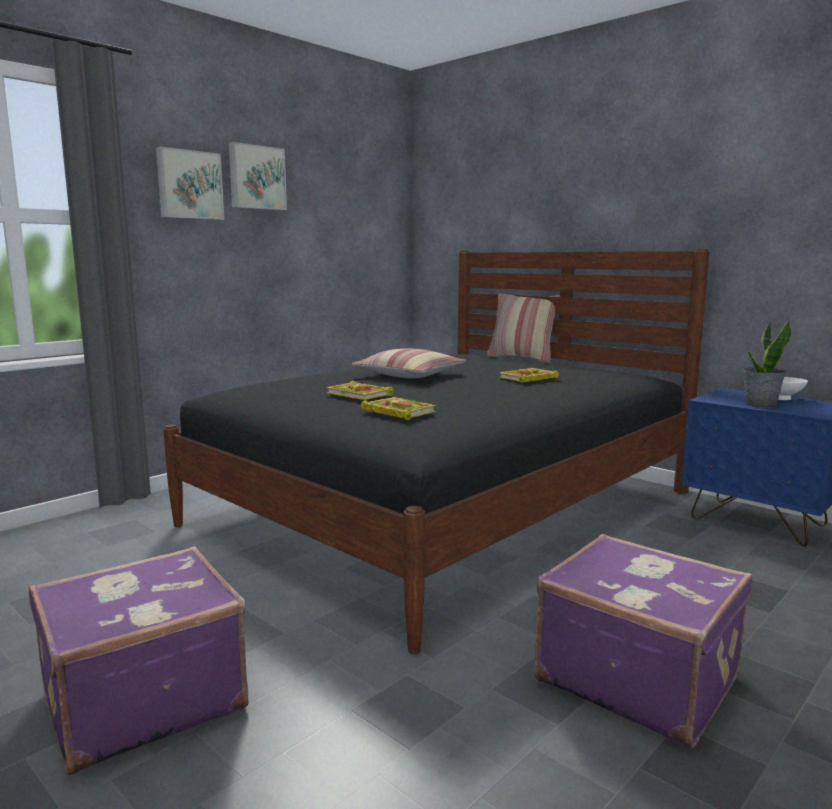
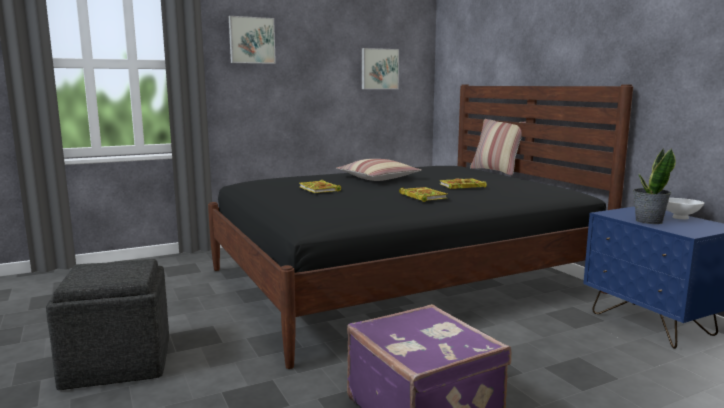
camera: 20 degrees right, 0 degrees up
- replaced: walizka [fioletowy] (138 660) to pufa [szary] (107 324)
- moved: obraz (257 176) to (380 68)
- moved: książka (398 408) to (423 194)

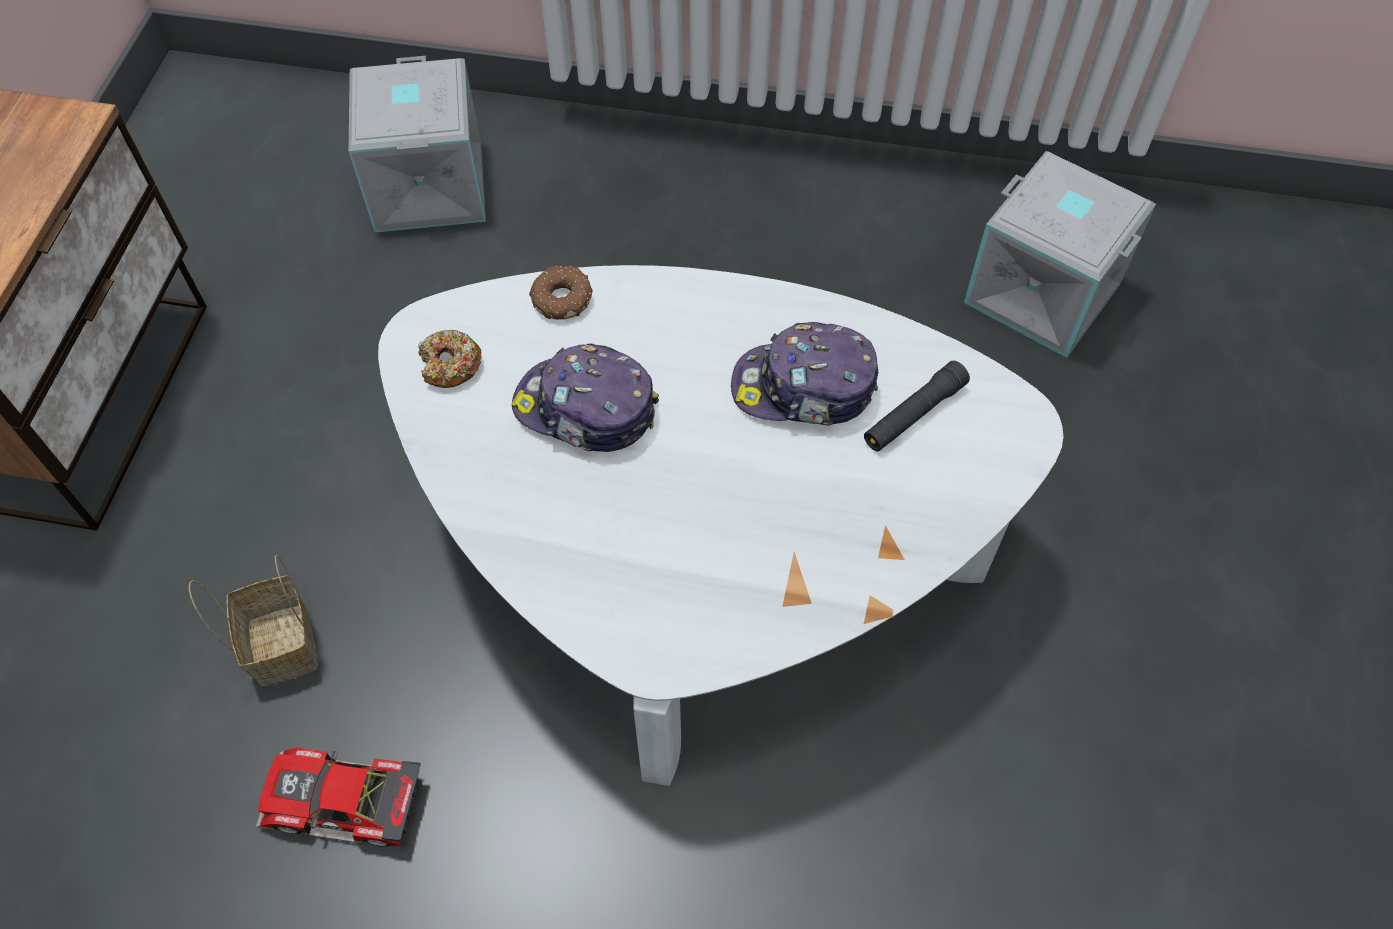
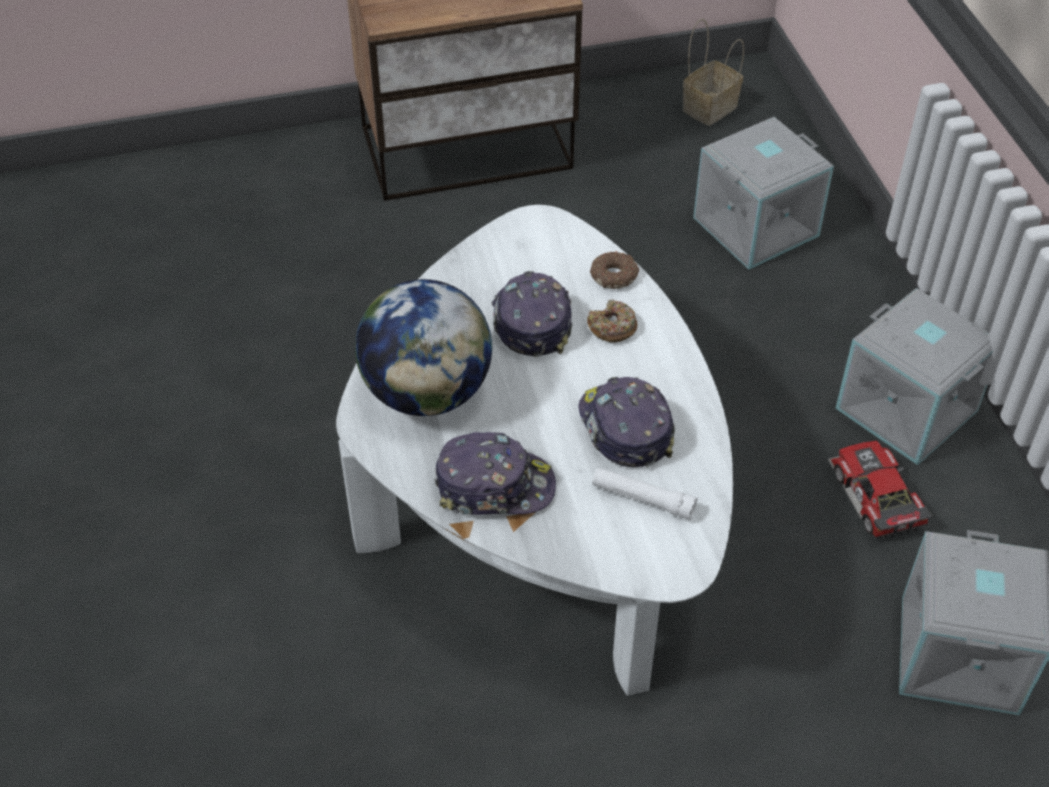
camera: 65 degrees right, 10 degrees down
- moved: koszyk (253 620) to (713 72)
- moved: samochodzik (338 797) to (880 490)
- moved: donut (449 359) to (612 321)
- recoloured: latarka [czarny] (917 405) to latarka [biały] (645 493)
- added: globus (423 347)
- added: czapka z daszkiem (495 473)
- added: pojemnik do przechowywania [szary] (914 376)

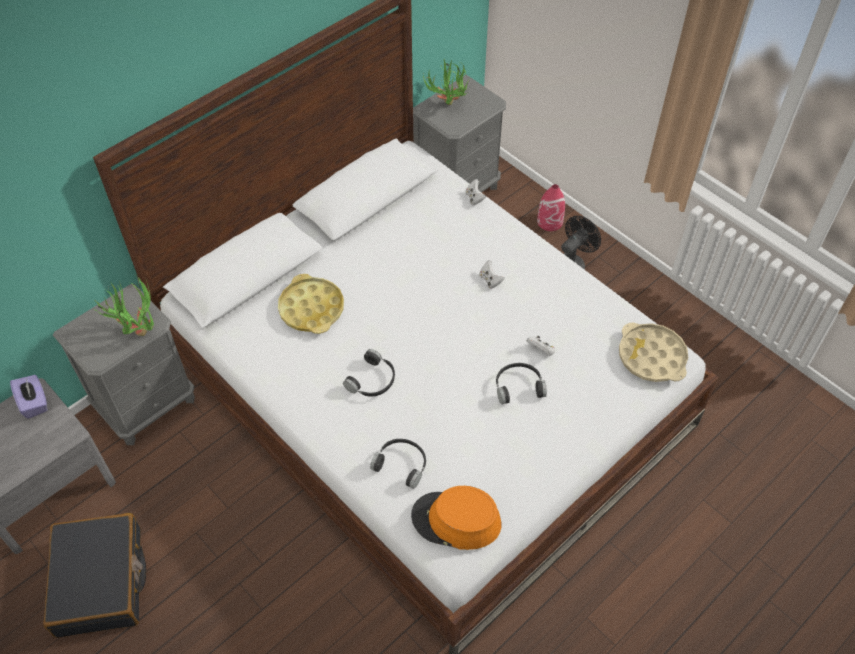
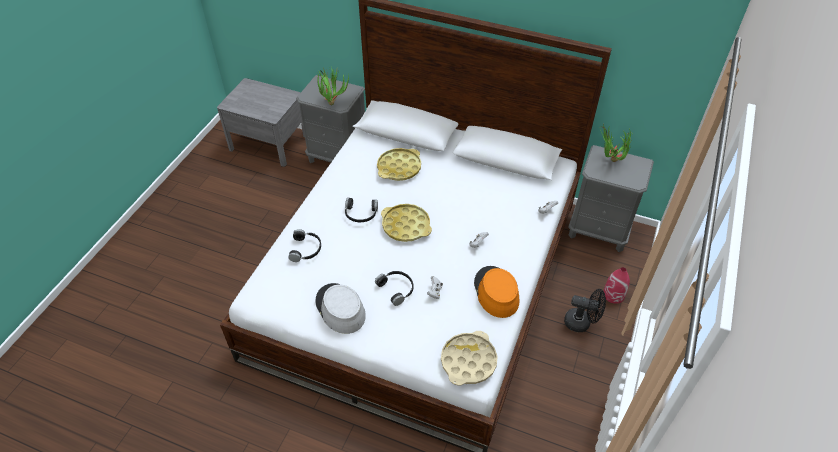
camera: 65 degrees right, 5 degrees down
- removed: pudełko chusteczek [fioletowy] (29 396)
- removed: walizka [czarny] (94 575)
- moved: kapelusz [pomarańczowy] (456 518) to (497 292)
- added: kapelusz [szary] (340 308)
- added: taca [żółty] (406 223)

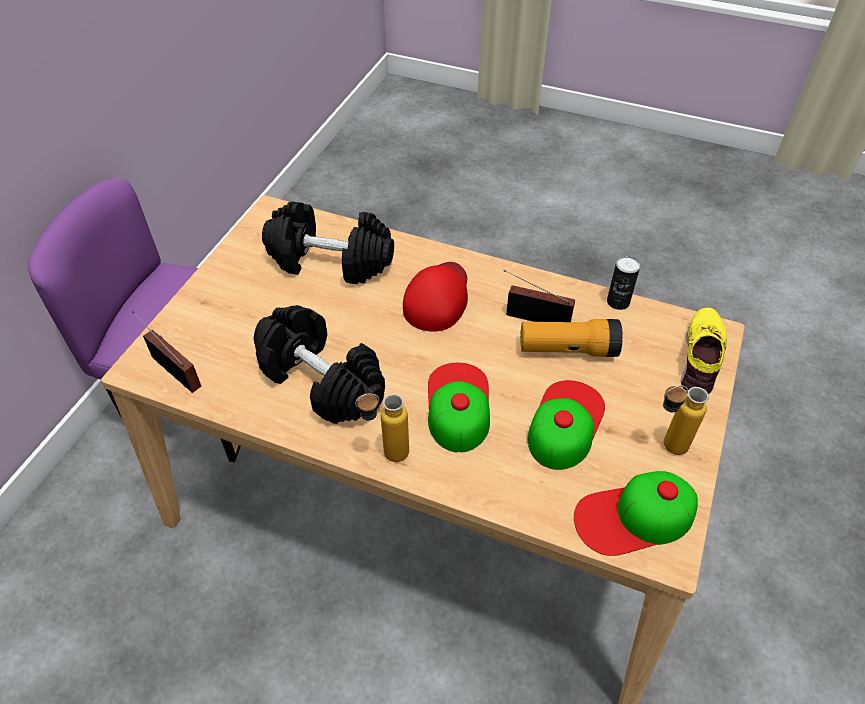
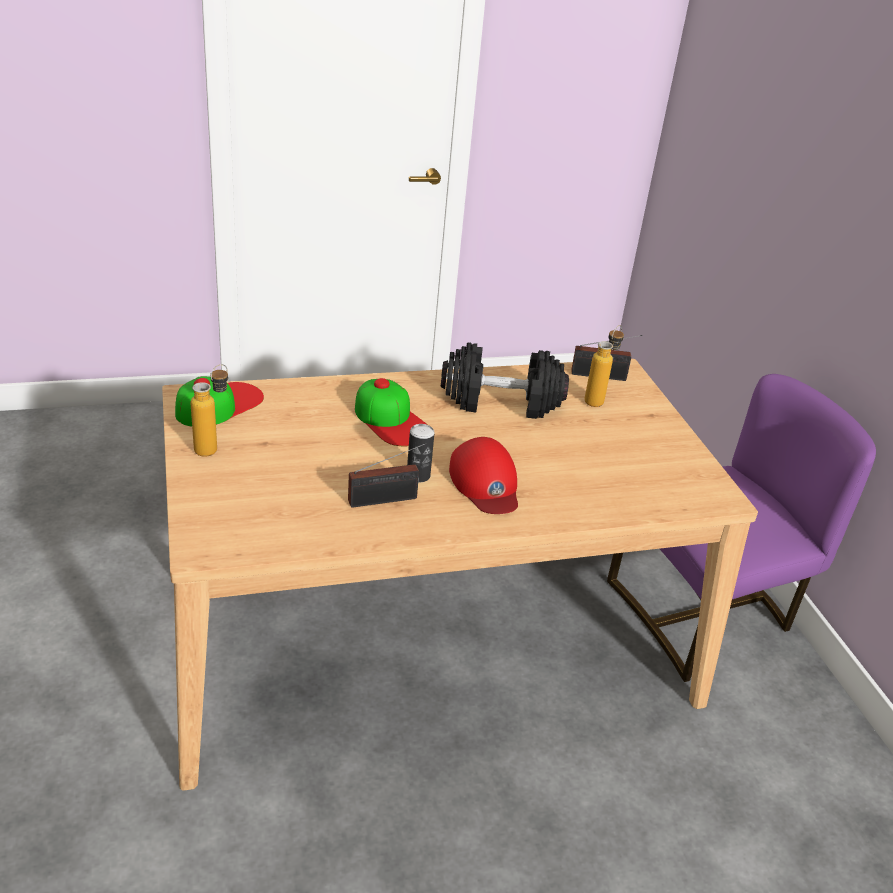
camera: 140 degrees right, 15 degrees down
- removed: hantel [czarny] (328 242)
- moved: butelka (382 428) to (604 366)
- removed: latarka (571 338)
- removed: czapka z daszkiem (566 425)
- moved: puszka (623 283) to (421 453)
- removed: but [żółty] (704 351)

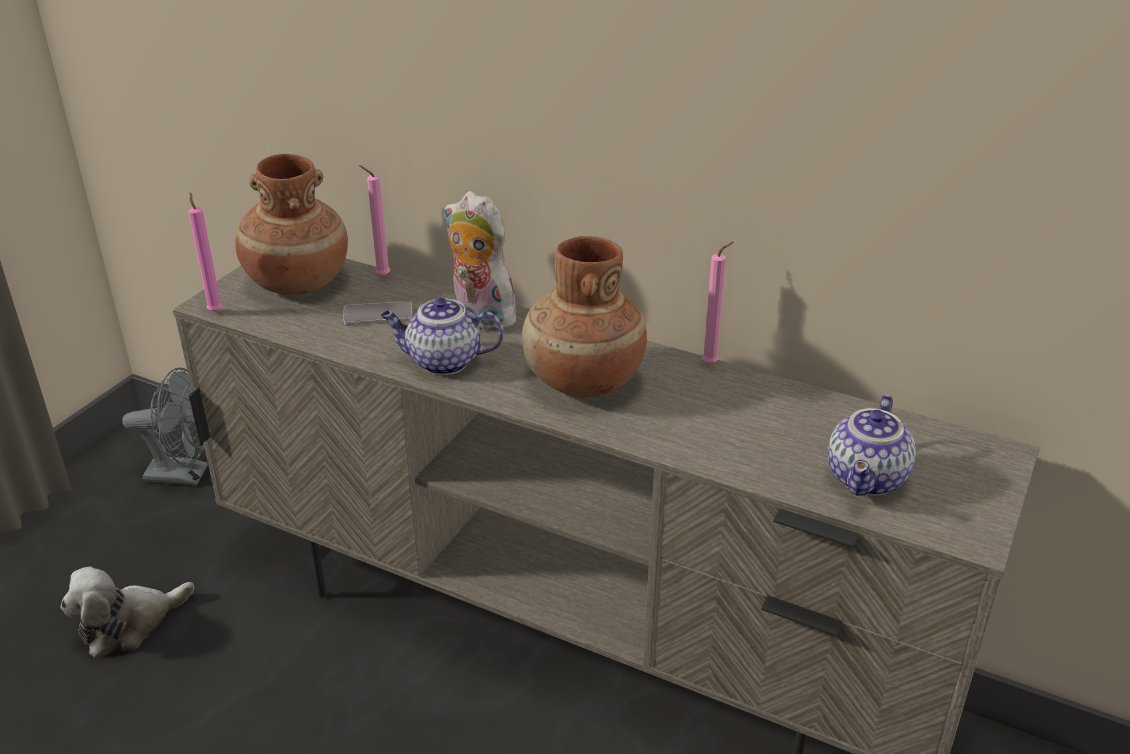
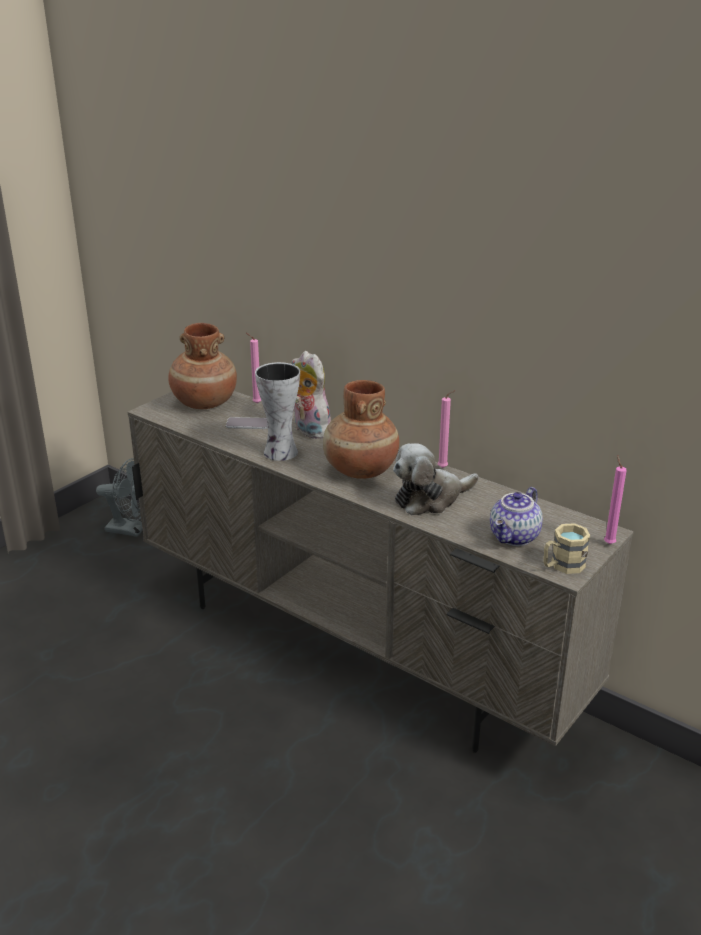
camera: 10 degrees right, 5 degrees down
- moved: pluszak (127 612) to (436 479)
- moved: świeca [różowy] (205 252) to (615 499)
- replaced: imbryk (442 336) to wazon (277 411)
- added: kubek [beżowy] (566 548)

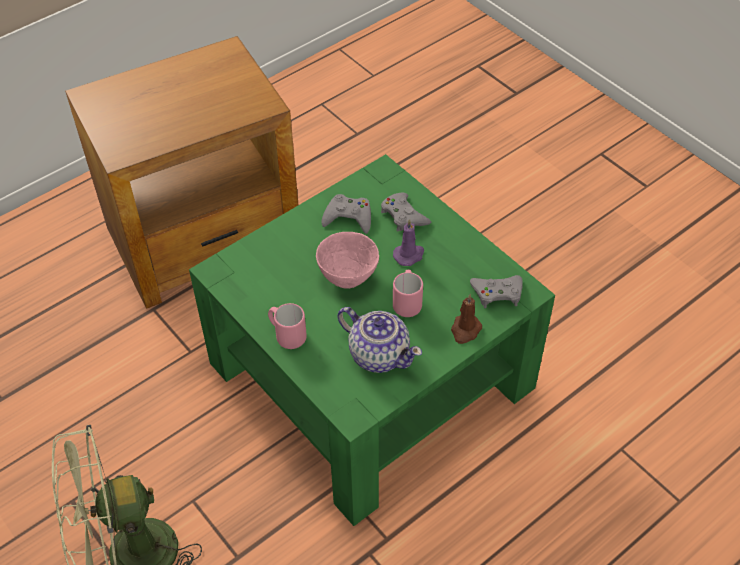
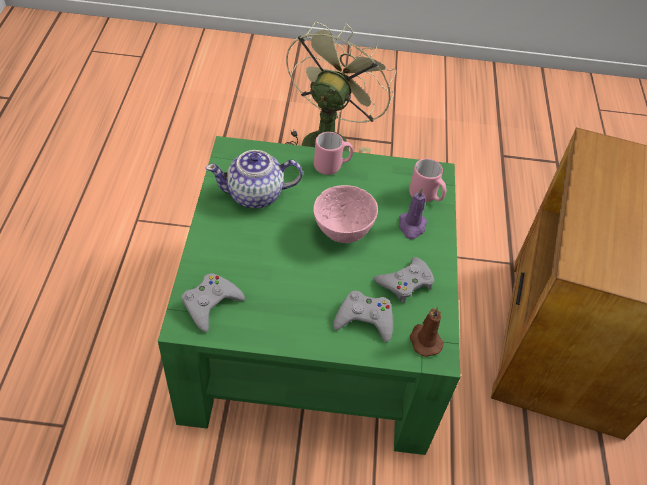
camera: 130 degrees right, 0 degrees up
- moved: świeca [fioletowy] (408 242) to (413 213)
- moved: kubek [różowy] (408 293) to (427 180)
- moved: świeca [brązowy] (466 319) to (427 332)

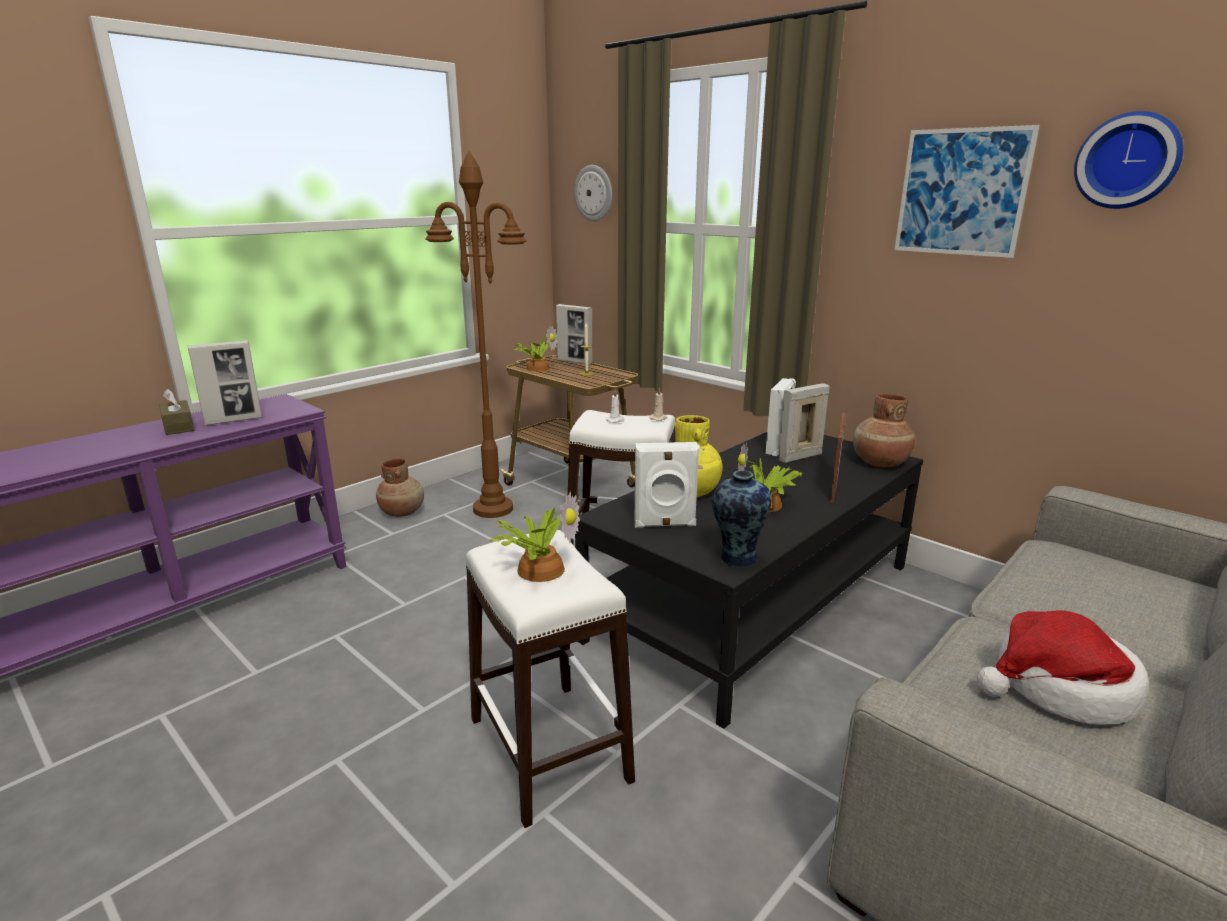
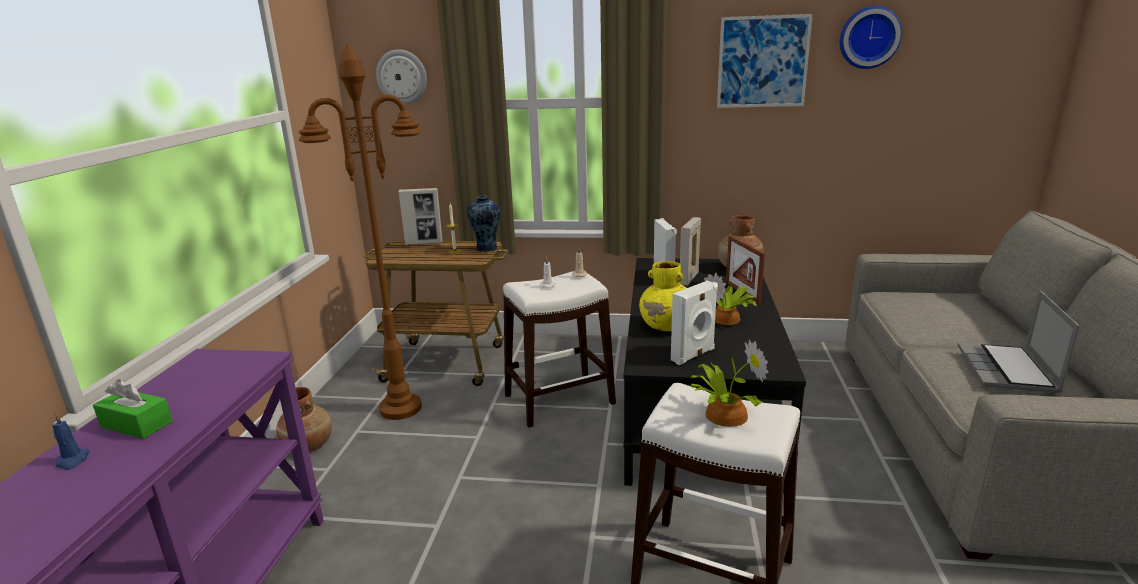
camera: 35 degrees left, 0 degrees up
- recoloured: pudełko chusteczek [brązowy] (176 412) to pudełko chusteczek [zielony] (133 409)
- removed: ramka na zdjęcie (225 382)
- removed: roślina doniczkowa (536 348)
- moved: wazon (742 519) to (484 223)
- replaced: kapelusz (1063 667) to laptop (1018 341)
- added: świeca [niebieski] (71 441)

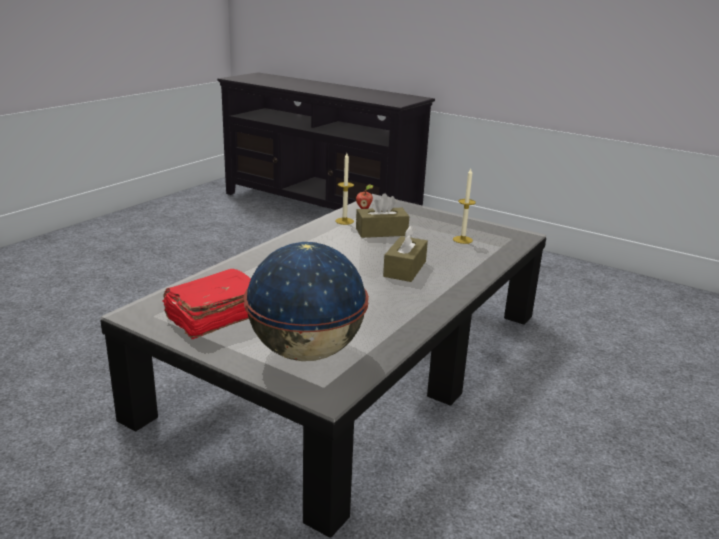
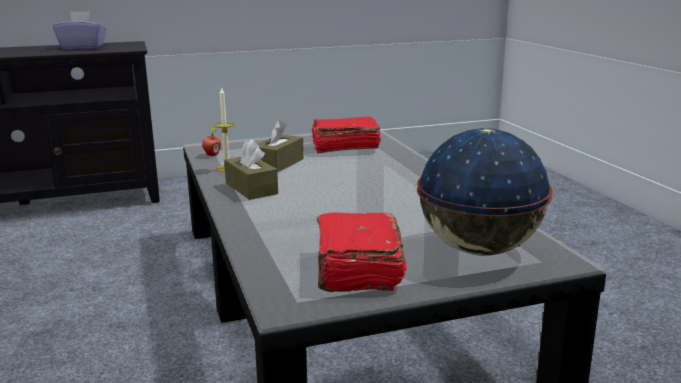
camera: 50 degrees left, 5 degrees down
- moved: pudełko chusteczek [brązowy] (405 253) to (251 169)
- replaced: świeca (464 206) to książka [czerwony] (346 135)
- added: pudełko chusteczek [fioletowy] (79 30)

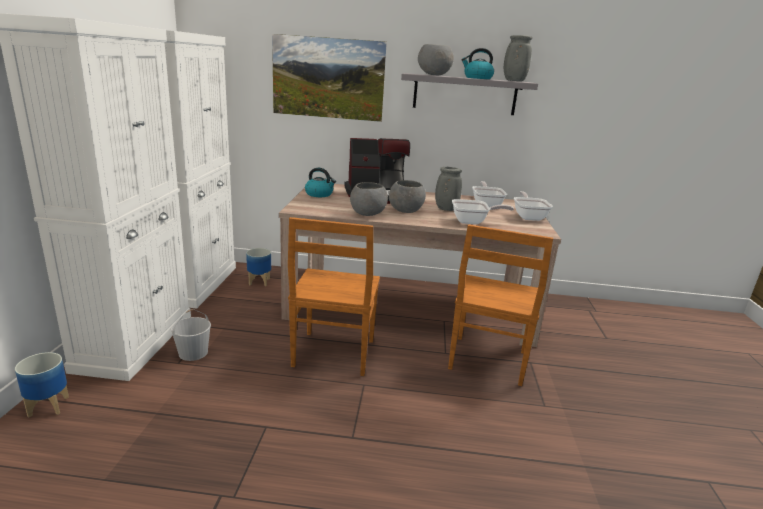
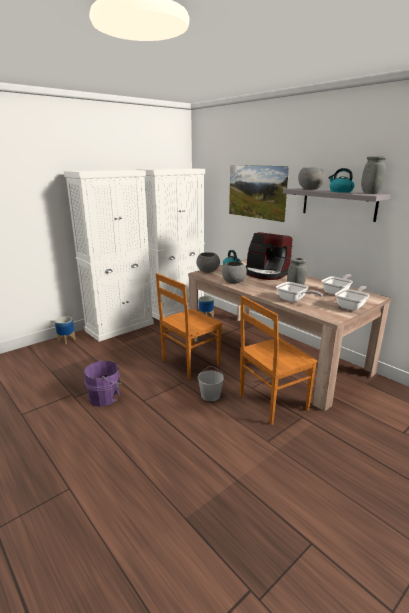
camera: 45 degrees right, 0 degrees up
- moved: wiadro [biały] (191 335) to (211 383)
- moved: miska [szary] (407 196) to (208 262)
- added: wiadro [fioletowy] (103 383)

